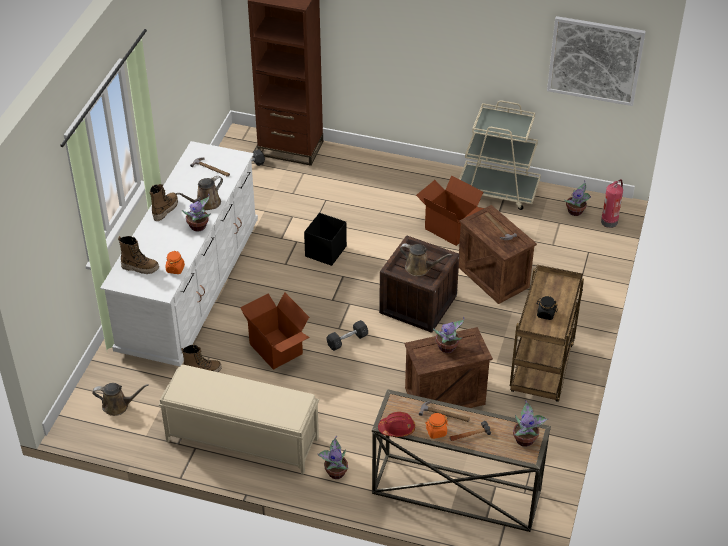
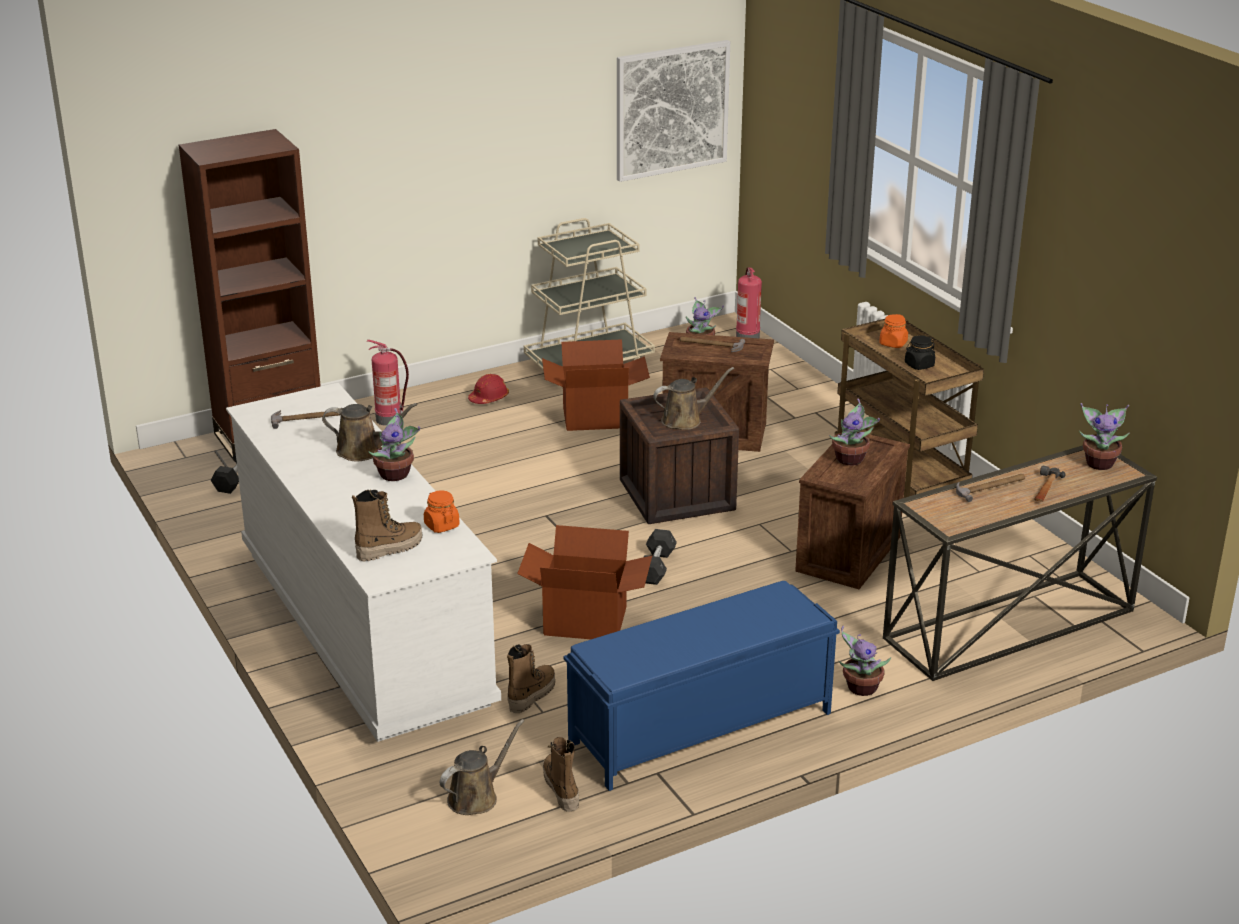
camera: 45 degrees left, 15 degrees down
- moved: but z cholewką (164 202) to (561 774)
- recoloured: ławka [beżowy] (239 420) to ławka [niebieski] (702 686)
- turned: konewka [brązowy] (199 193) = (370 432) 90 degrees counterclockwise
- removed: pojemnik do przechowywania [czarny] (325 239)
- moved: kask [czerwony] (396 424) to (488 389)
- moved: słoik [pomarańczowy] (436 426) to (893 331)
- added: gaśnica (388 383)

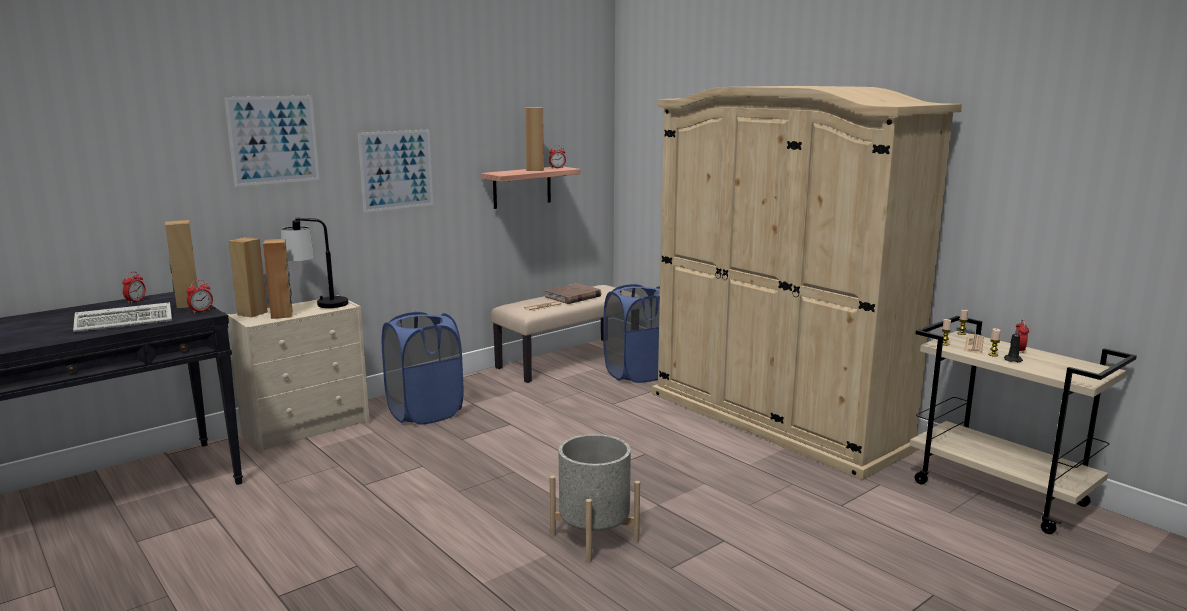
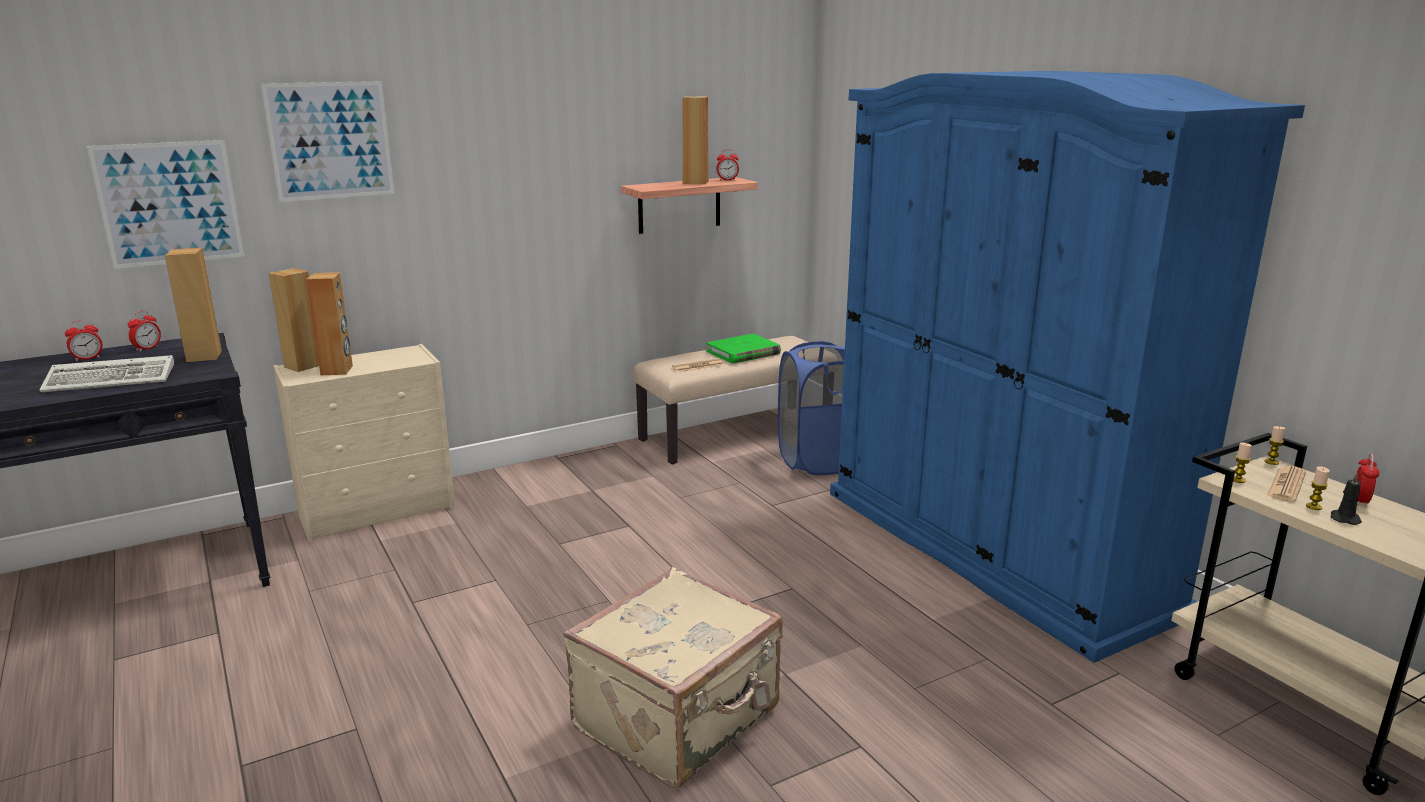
camera: 10 degrees right, 5 degrees up
- moved: budzik (199 296) to (84 340)
- removed: lampa stołowa (314 263)
- moved: obraz (395 170) to (165 204)
- removed: kosz na pranie [niebieski] (422 368)
- recoloured: książka [brązowy] (573 293) to książka [zielony] (744 348)
- replaced: donica [szary] (595 498) to walizka [beżowy] (673 677)
- recoloured: szafa [beżowy] (807 283) to szafa [niebieski] (1067 367)

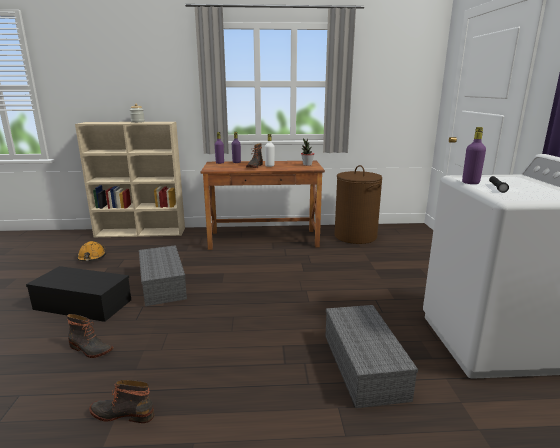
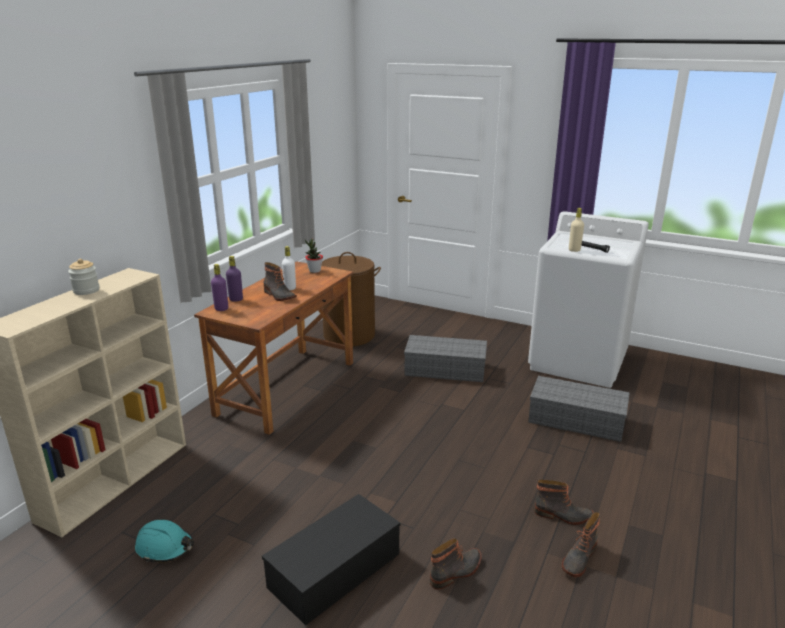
camera: 60 degrees left, 5 degrees up
- recoloured: kask [pomarańczowy] (91 251) to kask [turkusowy] (164 541)
- moved: pojemnik do przechowywania [szary] (163 275) to (445 358)
- recoloured: butelka [fioletowy] (474 155) to butelka [beżowy] (576 230)
- added: but z cholewką (564 502)

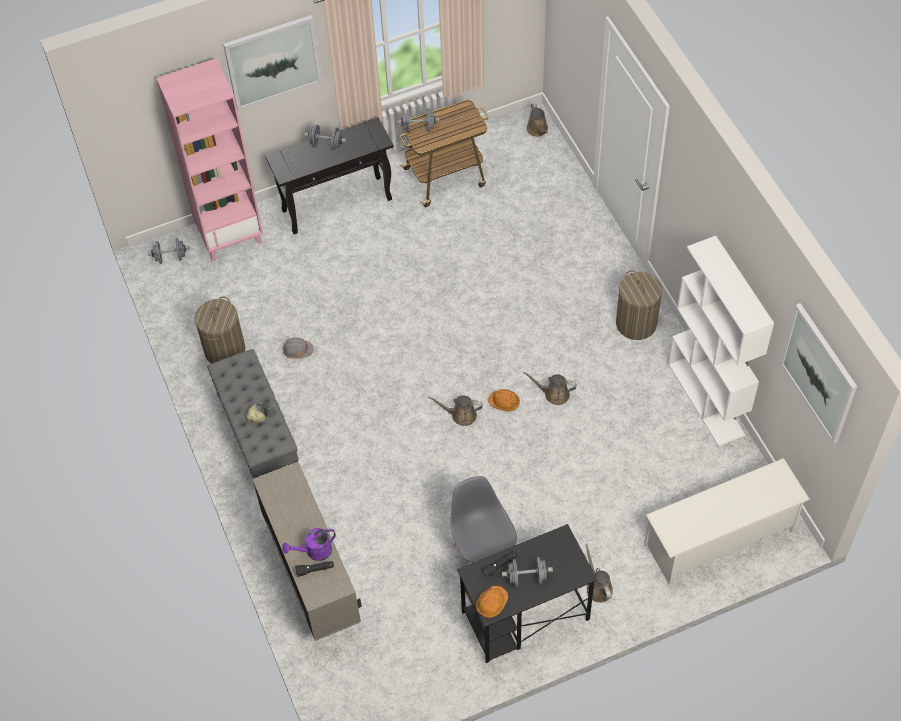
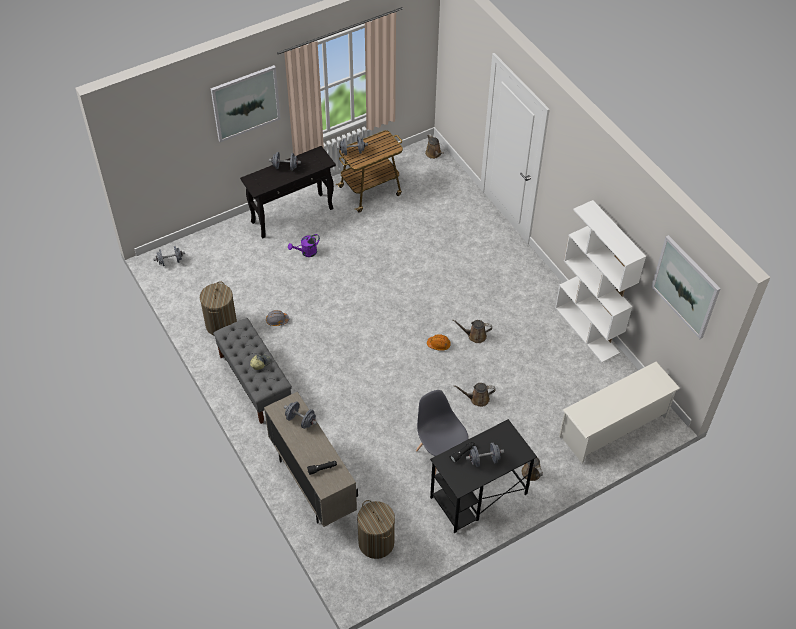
camera: 10 degrees left, 5 degrees down
- removed: regał [różowy] (209 159)
- moved: konewka [fioletowy] (309 544) to (304 245)
- moved: konewka [brązowy] (455 410) to (474 395)
- removed: kask [pomarańczowy] (492 602)
- moved: kosz na pranie (639 305) to (376 529)
- added: hantel [szary] (300 415)

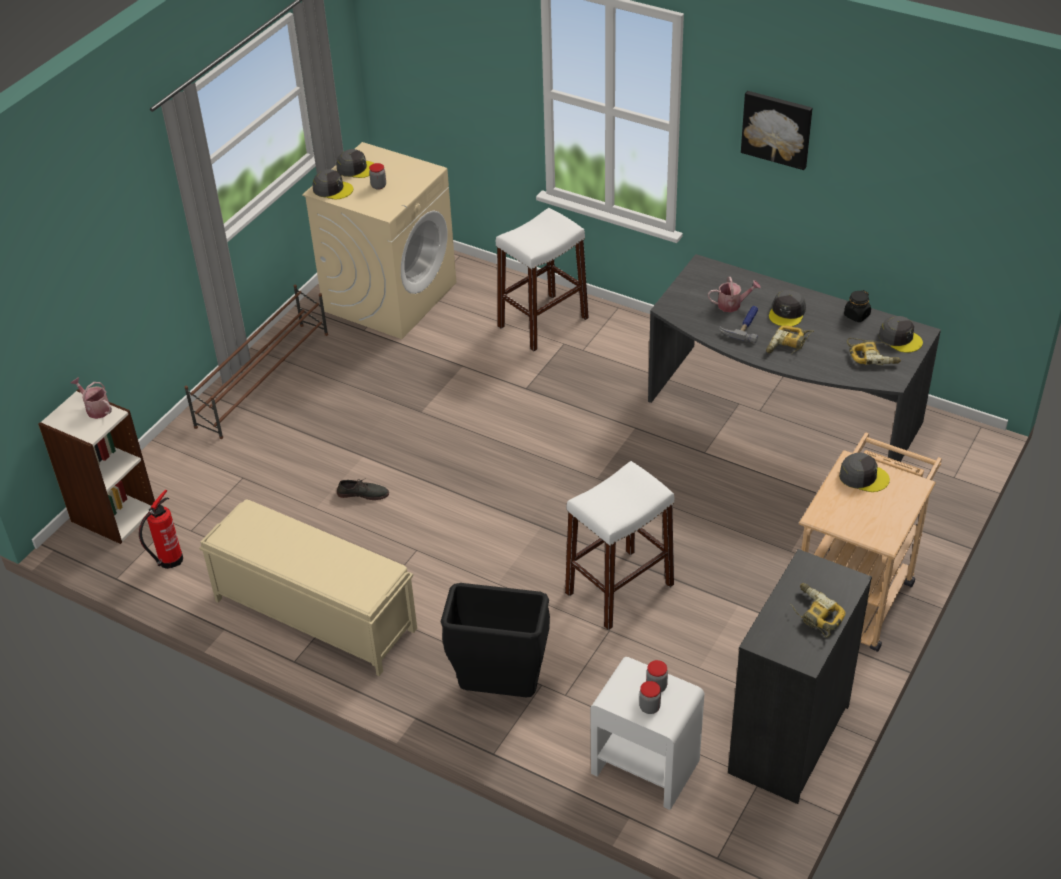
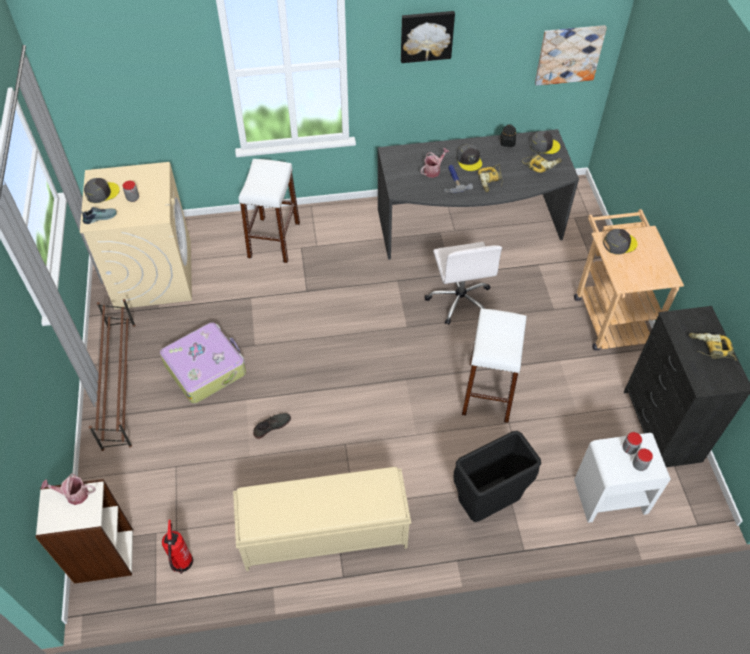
camera: 40 degrees left, 10 degrees up
- replaced: czapka z daszkiem [szary] (333 184) to but (99 215)
- added: walizka (203 363)
- added: krzesło biurowe [biały] (463 283)
- added: obraz (571 55)

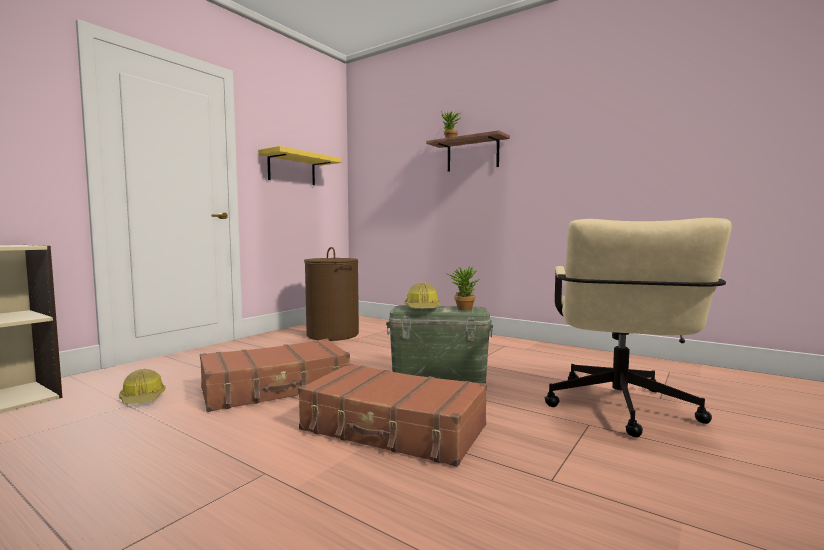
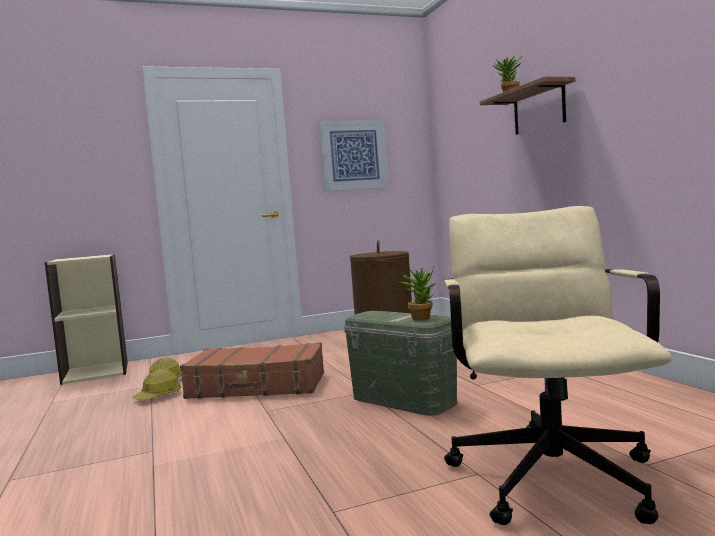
camera: 35 degrees right, 0 degrees up
- replaced: półka [żółty] (300 165) to obraz (354 155)
- removed: walizka [brązowy] (392 415)
- moved: kask (422 295) to (156 384)
- turned: krzesło biurowe [beżowy] (638 328) = (558 365) 135 degrees clockwise

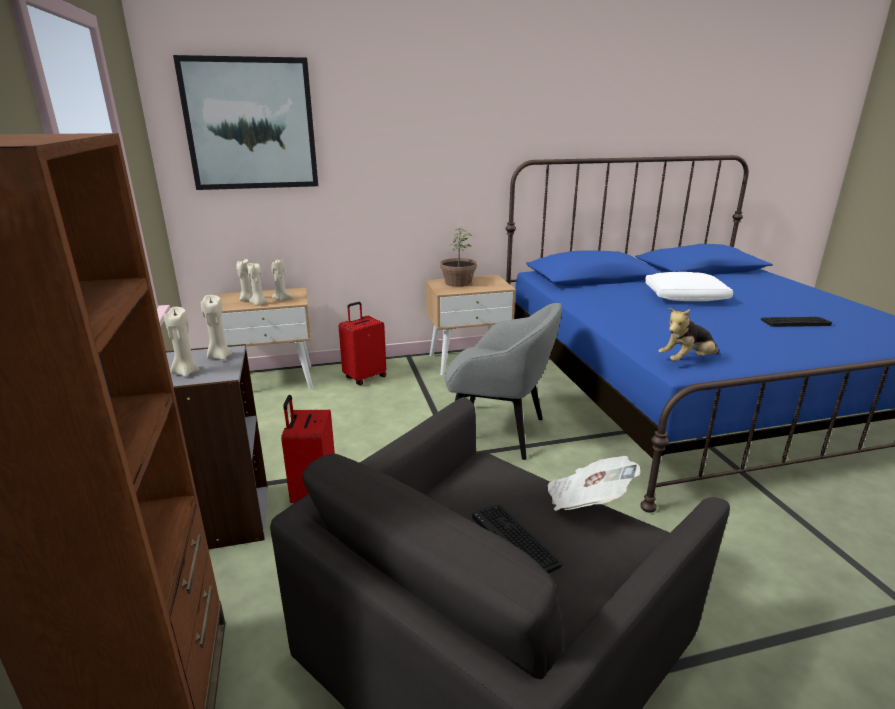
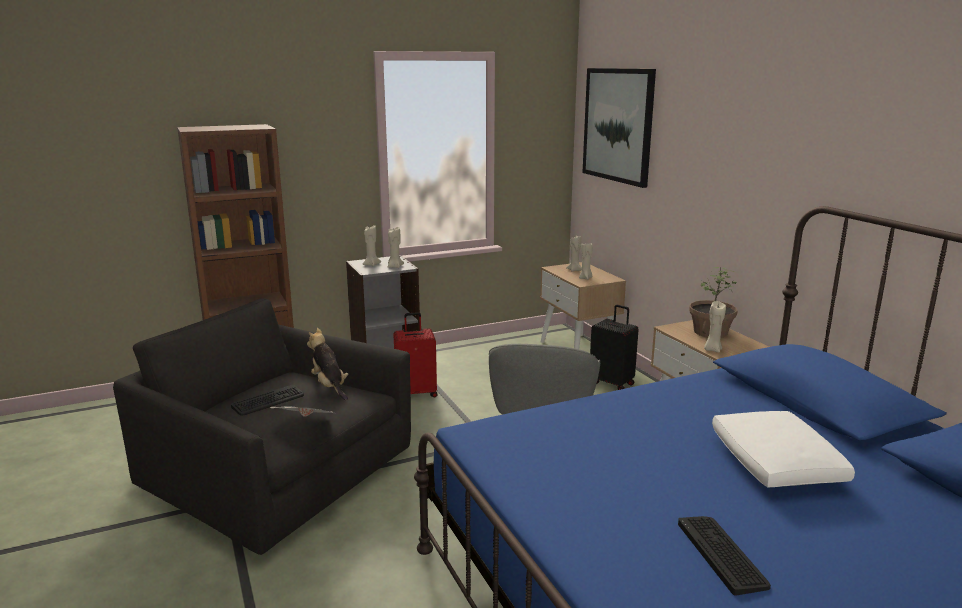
camera: 80 degrees right, 5 degrees down
- moved: świeca [beżowy] (258 284) to (715 327)
- recoloured: walizka [czerwony] (362 343) to walizka [czarny] (614 347)
- moved: pluszak (689 335) to (327 364)

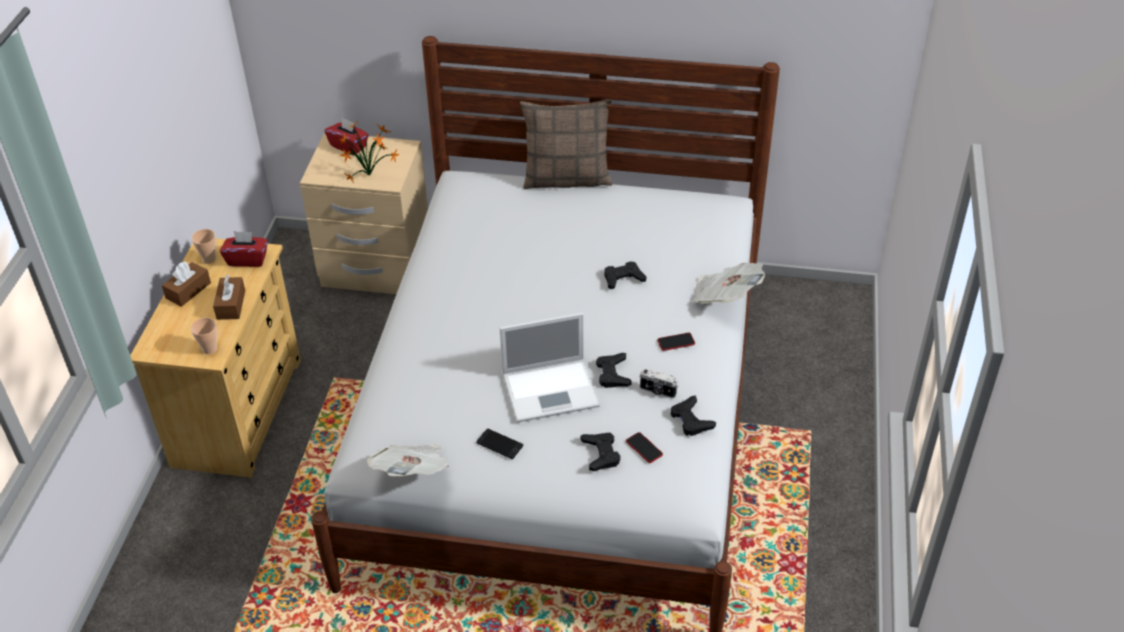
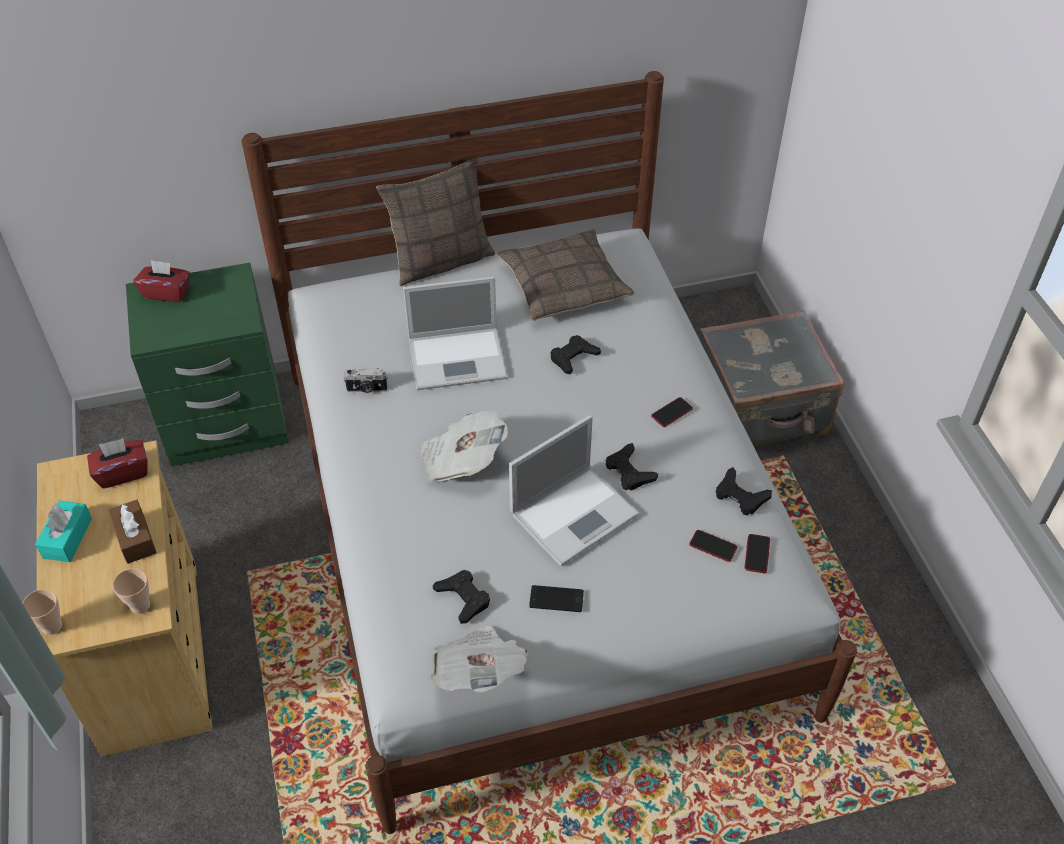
camera: 25 degrees left, 5 degrees up
- recoloured: pudełko chusteczek [brązowy] (186 284) to pudełko chusteczek [turkusowy] (63 531)
- moved: filiżanka (203 246) to (42 612)
- recoloured: szafka nocna [beżowy] (364 213) to szafka nocna [zielony] (207 365)
- removed: roślina doniczkowa (369 152)
- moved: pad do gier [czarny] (600 452) to (461 597)
- moved: aparat fotograficzny (658 383) to (365 380)
- moved: gazeta (728 283) to (464 446)
- added: laptop (455 333)
- added: poduszka (565 275)
- added: walizka [szary] (772 378)
- added: telefon (757 553)

